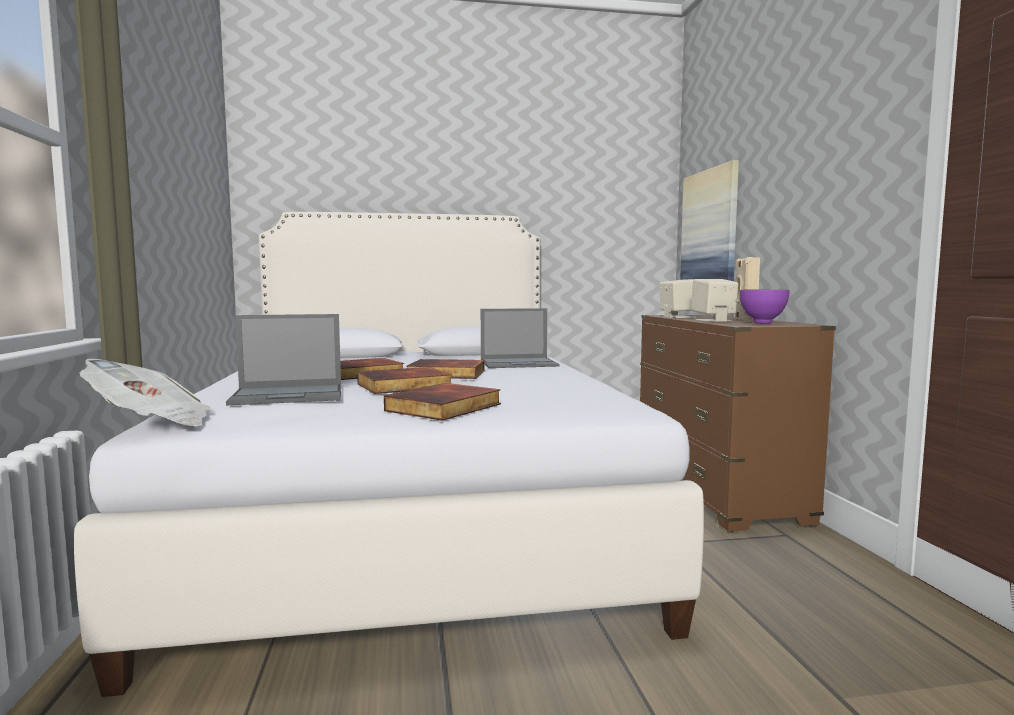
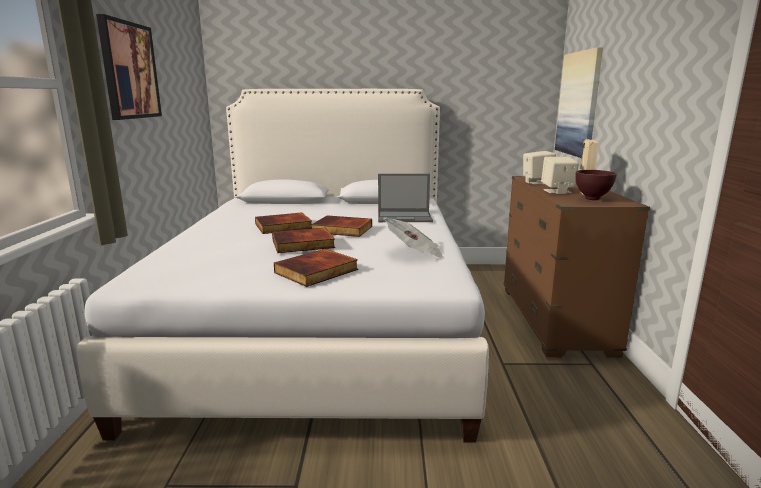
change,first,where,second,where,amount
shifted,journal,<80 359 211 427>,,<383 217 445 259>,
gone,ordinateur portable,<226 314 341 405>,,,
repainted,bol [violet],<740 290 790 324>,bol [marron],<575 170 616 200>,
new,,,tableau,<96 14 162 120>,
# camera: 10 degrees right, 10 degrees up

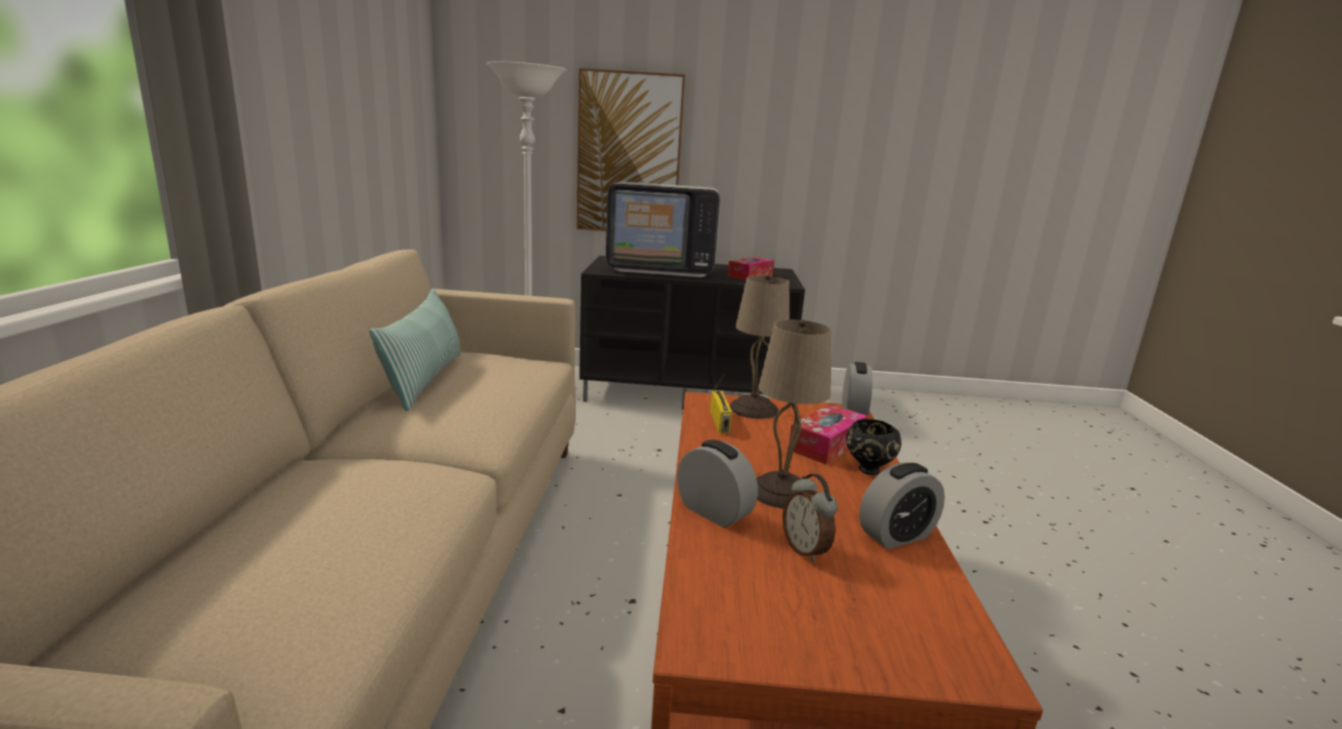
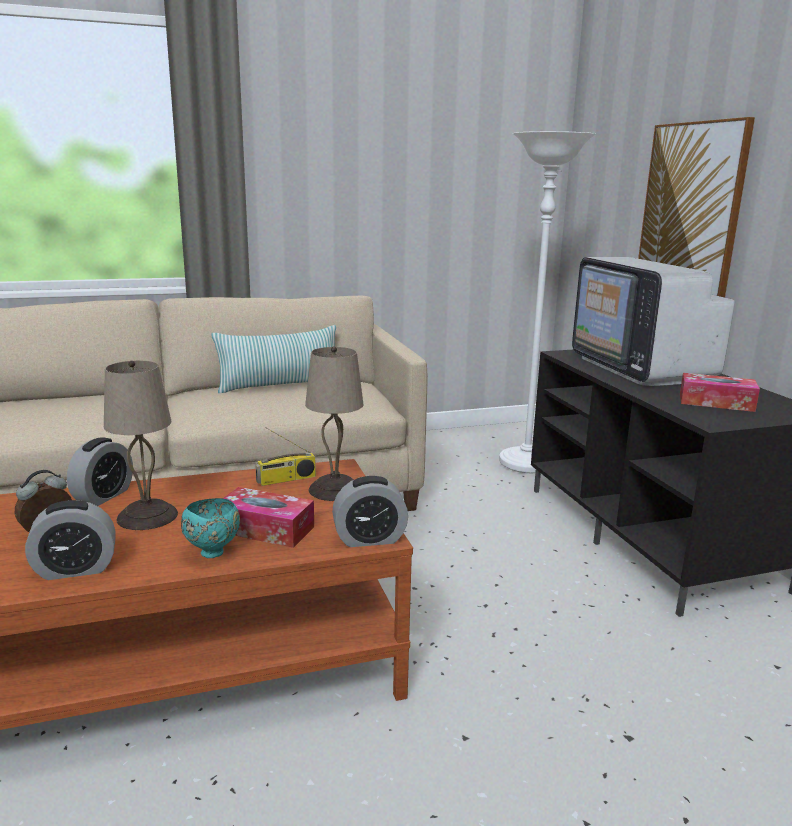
change,first,where,second,where,amount
repainted,bol [noir],<846 419 901 475>,bol [turquoise],<181 498 240 558>,
rotated,réveil,<859 463 945 549>,,<25 500 116 580>,60 degrees counterclockwise
# camera: 70 degrees right, 0 degrees up

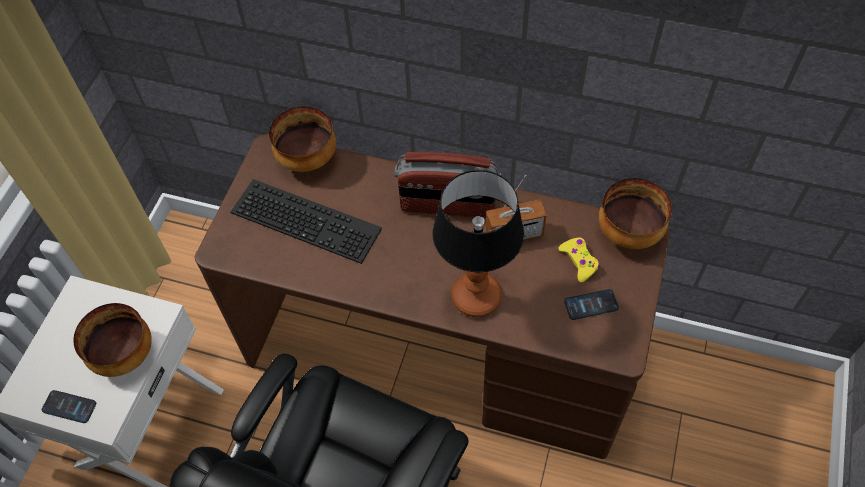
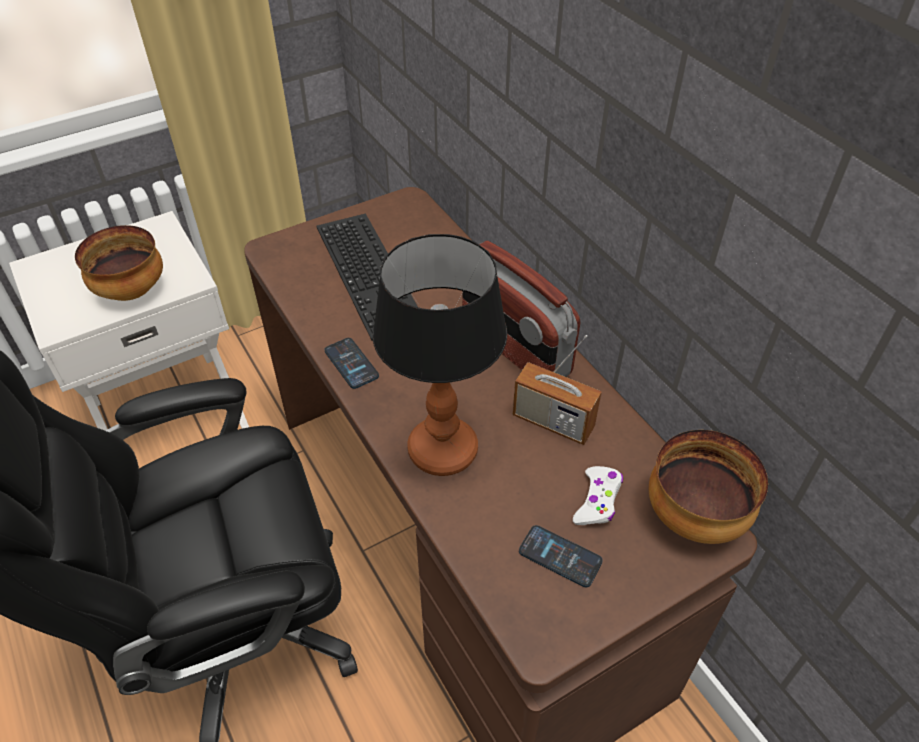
change,first,where,second,where,amount
shifted,téléphone,<42 390 96 423>,,<324 338 379 389>,
gone,bol,<269 106 336 172>,,,
repainted,manette [jaune],<558 237 600 283>,manette [blanc],<573 466 623 525>,
# camera: 40 degrees right, 10 degrees down

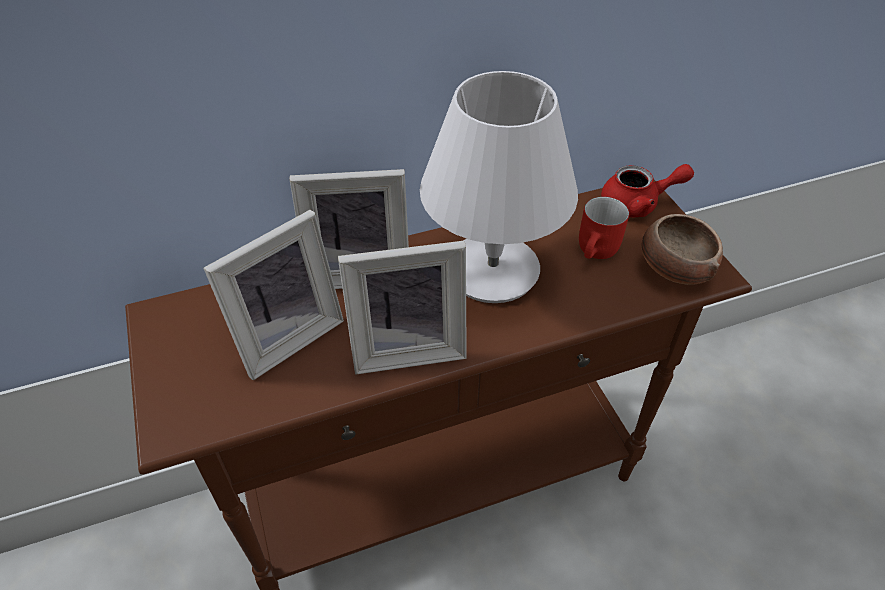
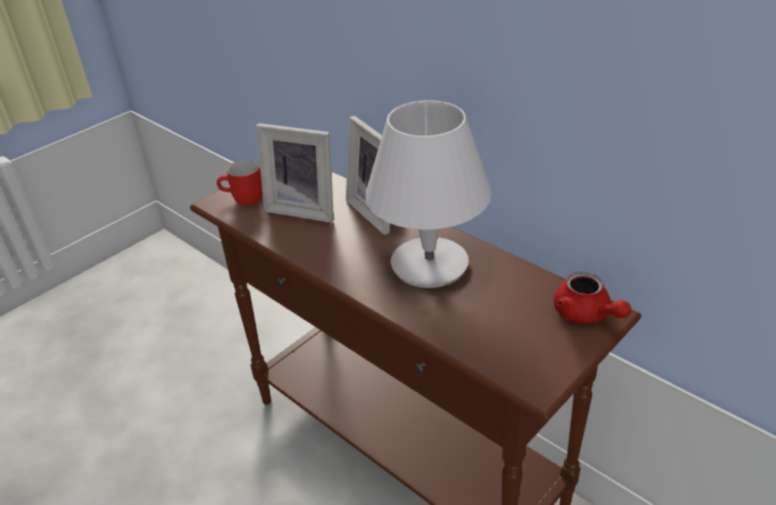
change,first,where,second,where,amount
gone,cadre photo,<338 241 467 374>,,,
shifted,mug [rouge],<579 197 629 259>,,<217 160 263 205>,
gone,bol,<641 214 723 285>,,,
# camera: 65 degrees right, 10 degrees down

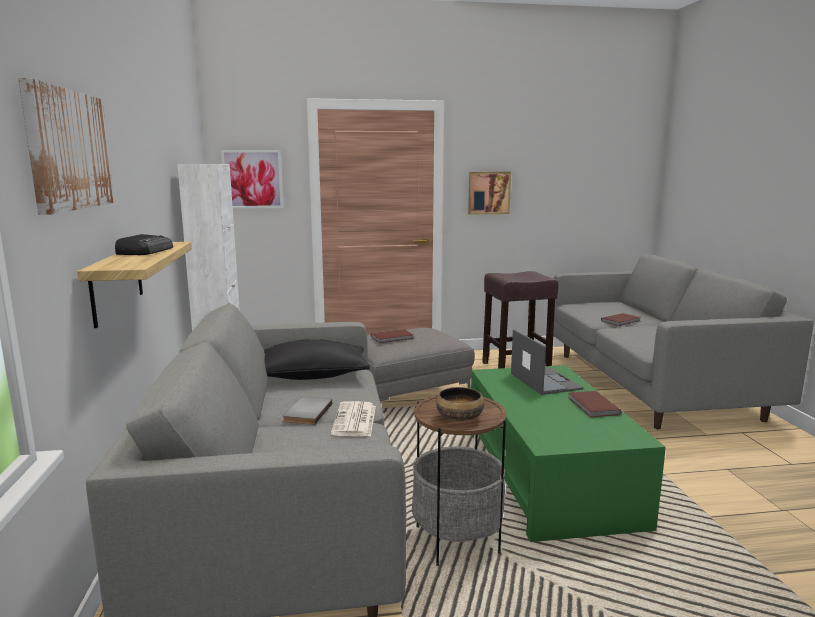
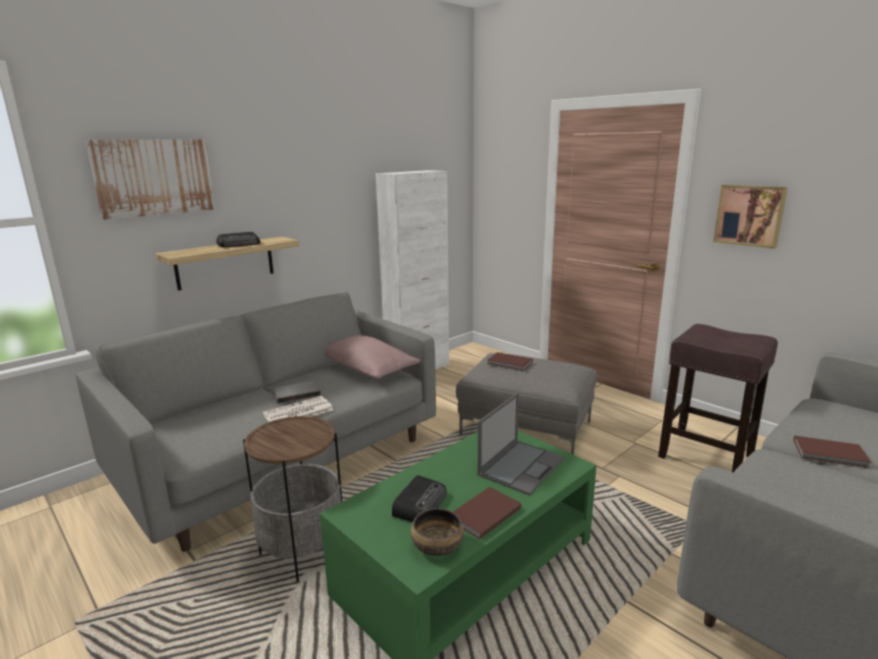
change,first,where,second,where,amount
gone,tableau,<221 150 283 209>,,,
repainted,coussin [noir],<264 339 370 380>,coussin [rose],<325 335 420 379>,
shifted,bol,<436 387 484 421>,,<411 508 464 556>,
new,,,radio,<392 475 447 522>,
# camera: 55 degrees right, 5 degrees up

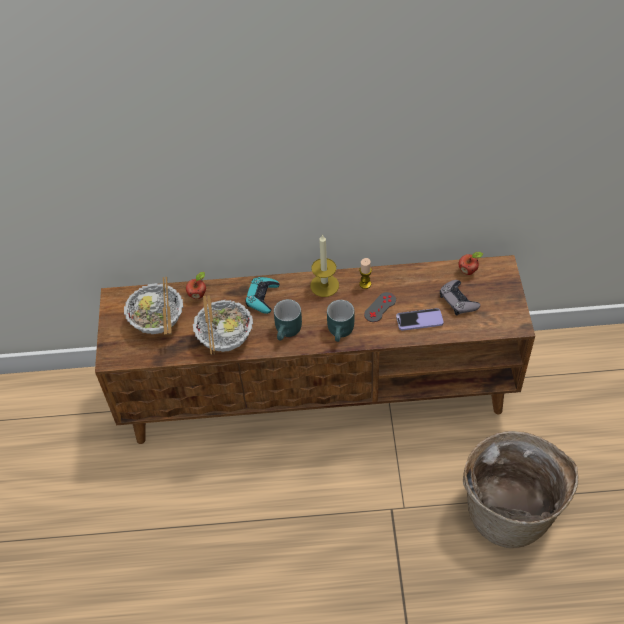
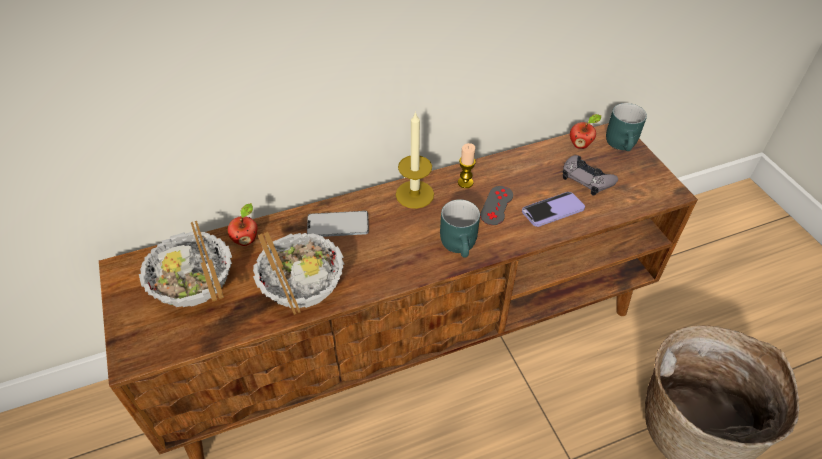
change,first,where,second,where,amount
swapped,manette [turquoise],<245 277 280 314>,téléphone,<307 211 369 237>,
shifted,mug [turquoise],<274 299 302 341>,,<606 103 647 151>,
# camera: 20 degrees left, 5 degrees down

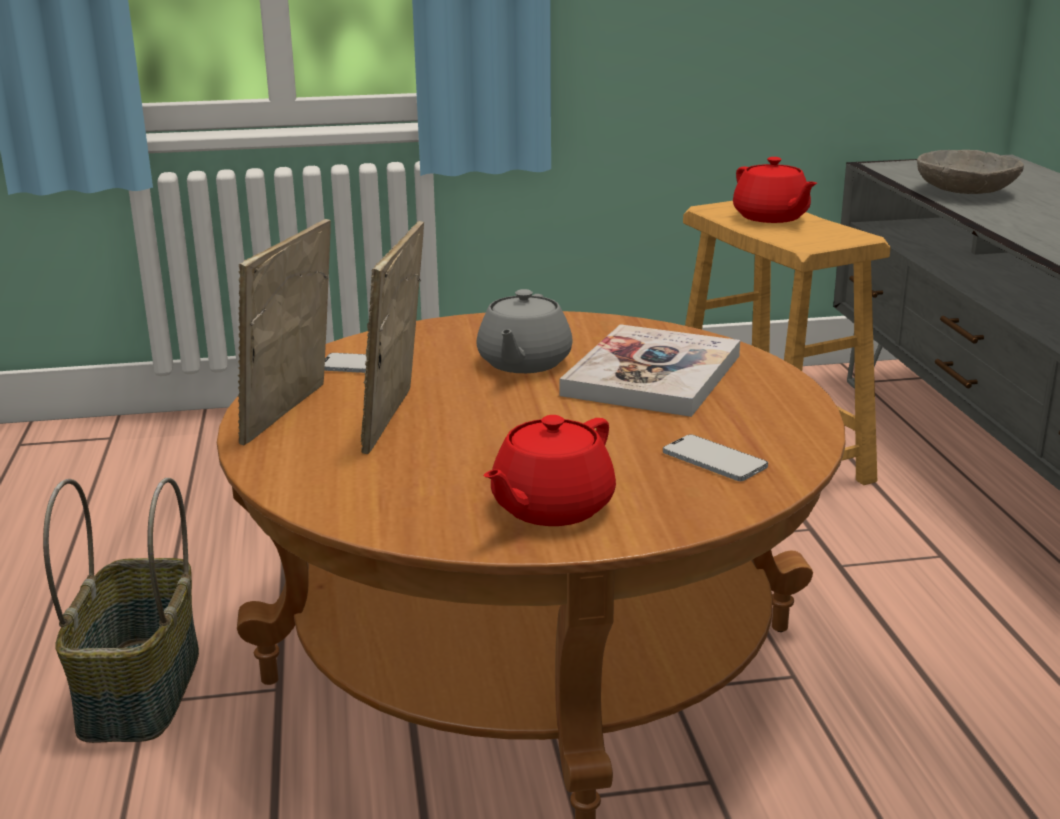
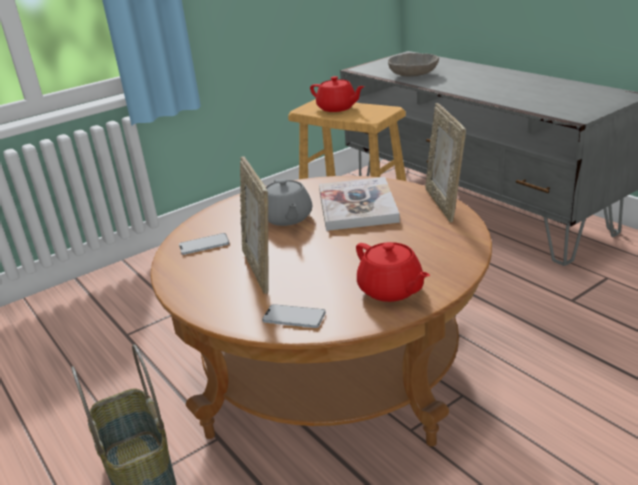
change,first,where,second,where,amount
shifted,cadre photo,<238 219 331 445>,,<425 103 466 222>,
rotated,théière [rouge],<483 415 616 526>,,<356 242 430 302>,45 degrees counterclockwise
shifted,téléphone,<663 434 768 481>,,<262 304 326 328>,
# camera: 25 degrees left, 5 degrees up

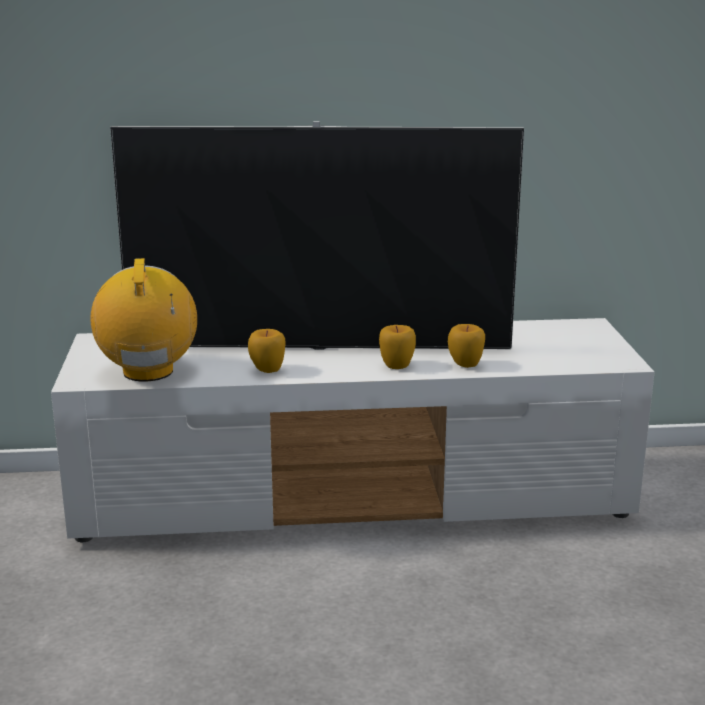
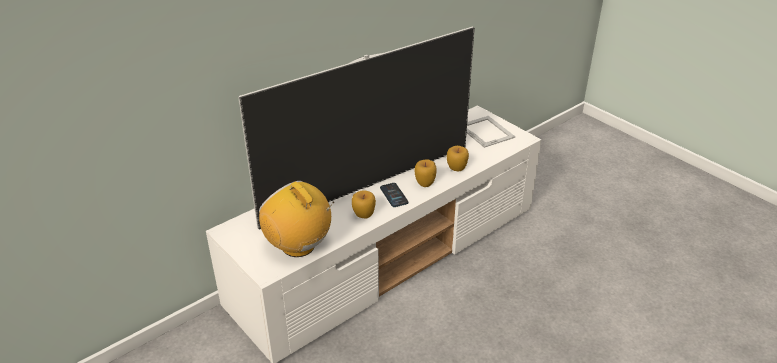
change,first,where,second,where,amount
new,,,téléphone,<380 183 408 207>,
new,,,cadre photo,<467 116 515 148>,
# camera: 35 degrees left, 15 degrees up

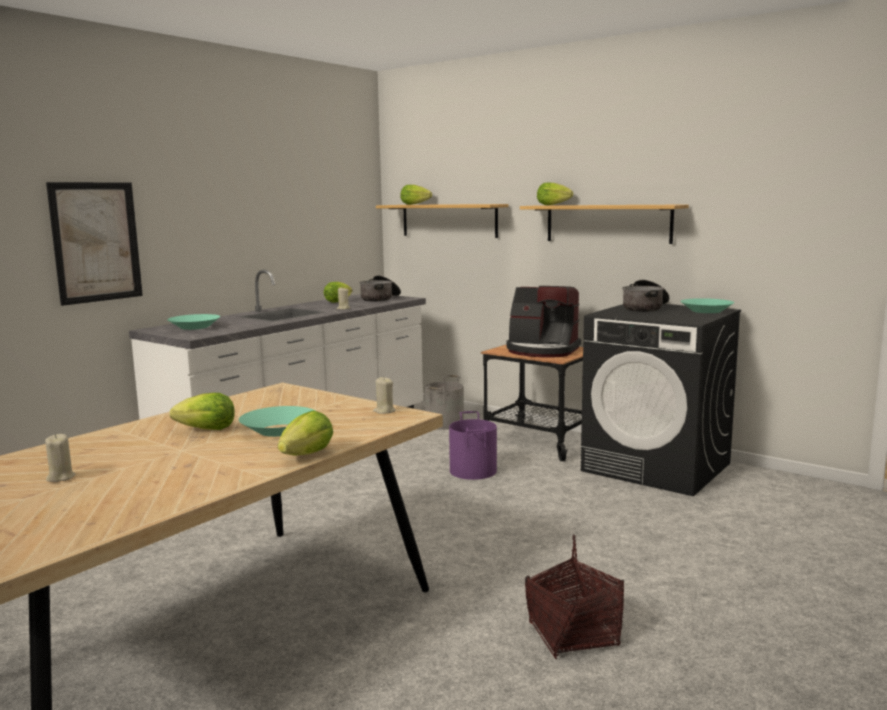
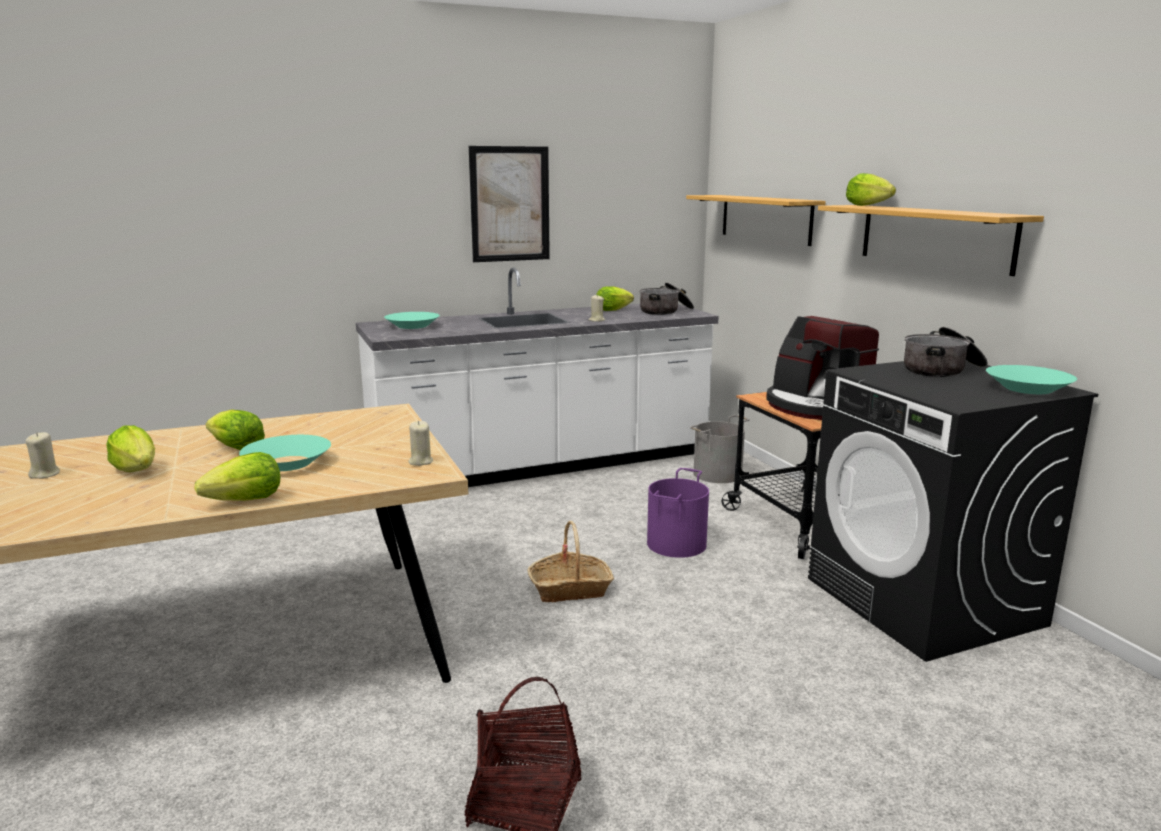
change,first,where,second,where,amount
shifted,tableau,<46 182 143 306>,,<469 146 550 262>,
shifted,laitue,<400 185 432 205>,,<106 425 155 472>,
new,,,panier,<528 521 614 602>,
# camera: 30 degrees right, 5 degrees up

